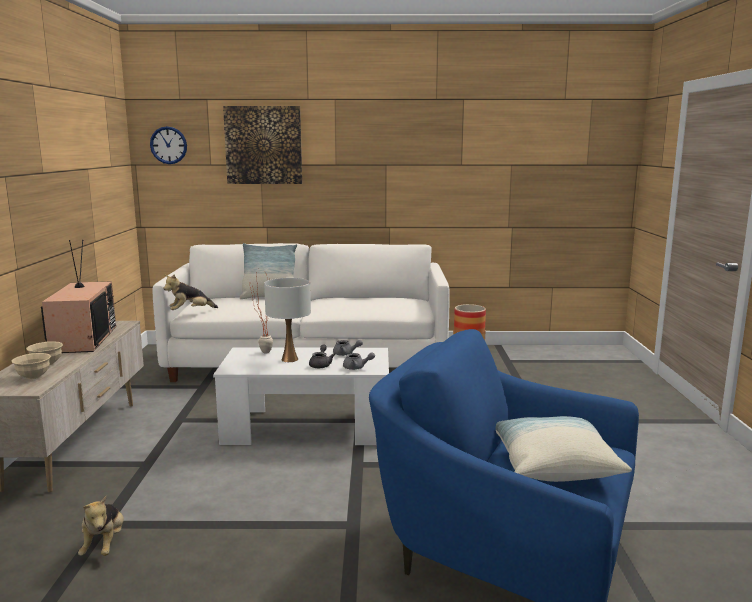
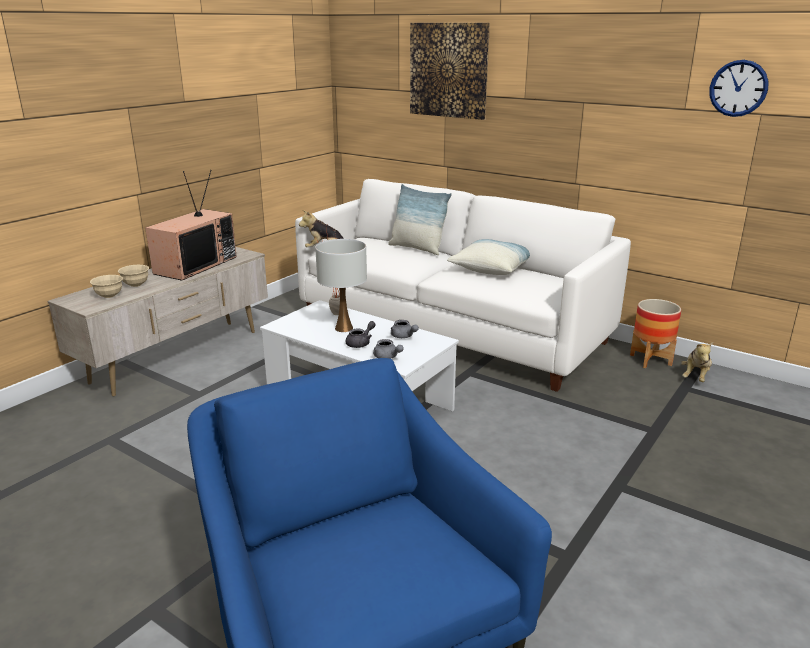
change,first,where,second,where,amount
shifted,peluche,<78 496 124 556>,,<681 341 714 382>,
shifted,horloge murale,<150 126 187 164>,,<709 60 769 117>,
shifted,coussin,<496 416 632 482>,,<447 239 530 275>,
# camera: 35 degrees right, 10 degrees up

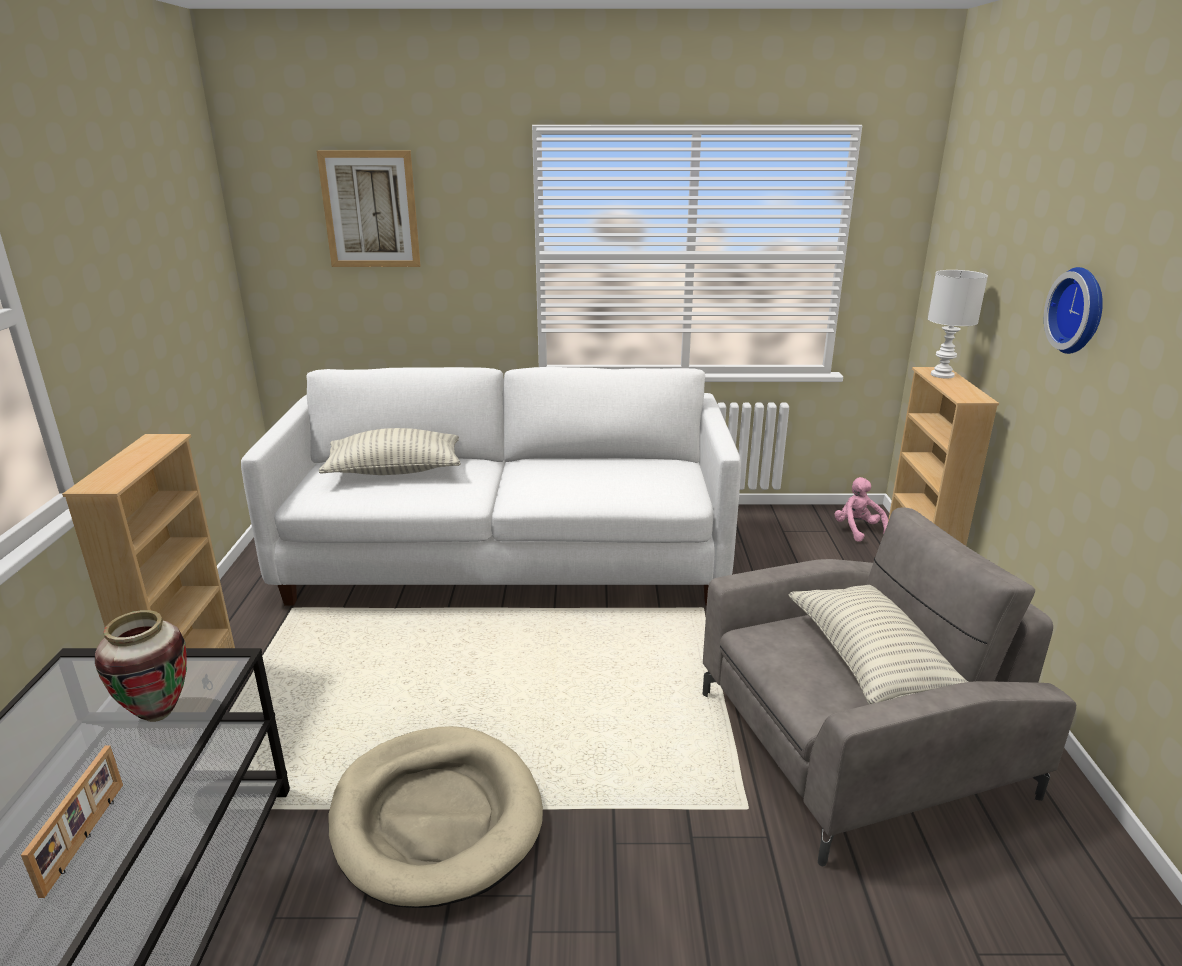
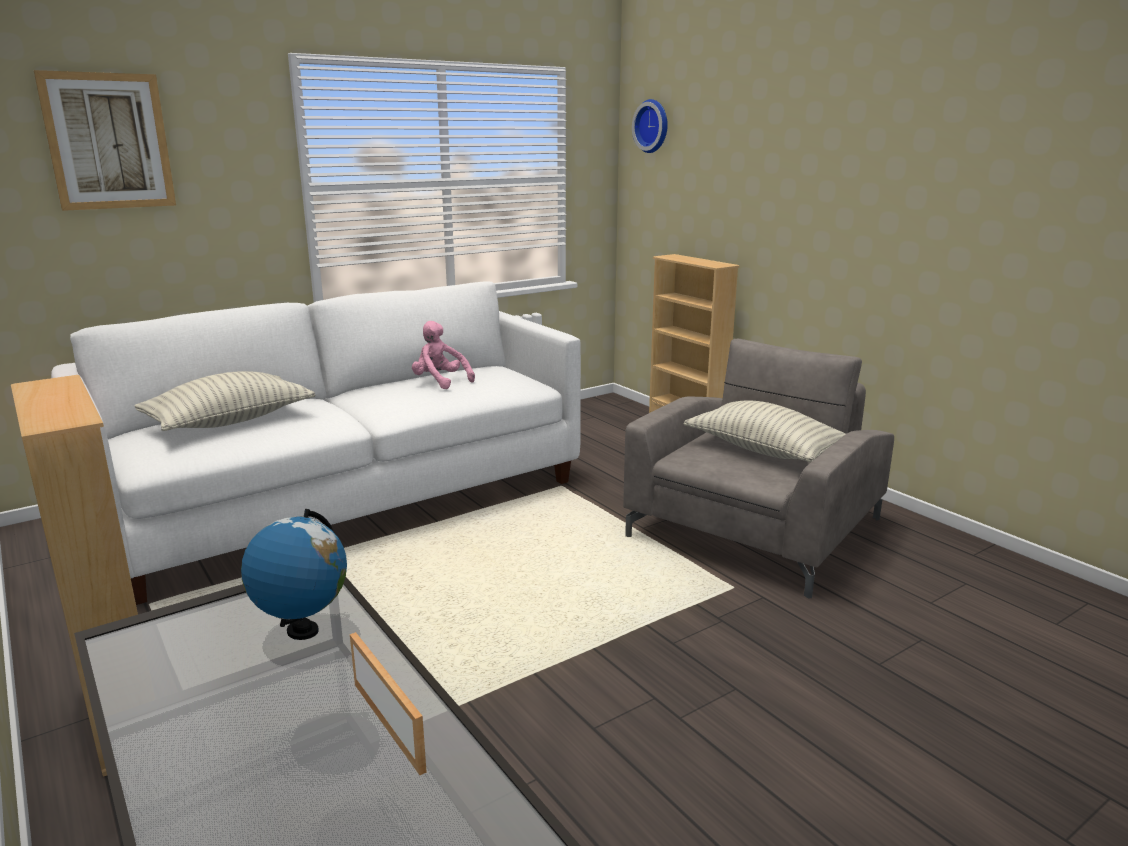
change,first,where,second,where,amount
swapped,vase,<95 610 187 722>,globe,<241 509 347 640>,
gone,panier pour chien [beige],<328 726 543 908>,,,
shifted,peluche [rose],<835 477 888 542>,,<412 321 475 389>,
gone,lampe de table [blanc],<928 270 988 379>,,,
shifted,horloge murale,<1044 267 1103 354>,,<632 99 668 153>,
# camera: 35 degrees left, 5 degrees down

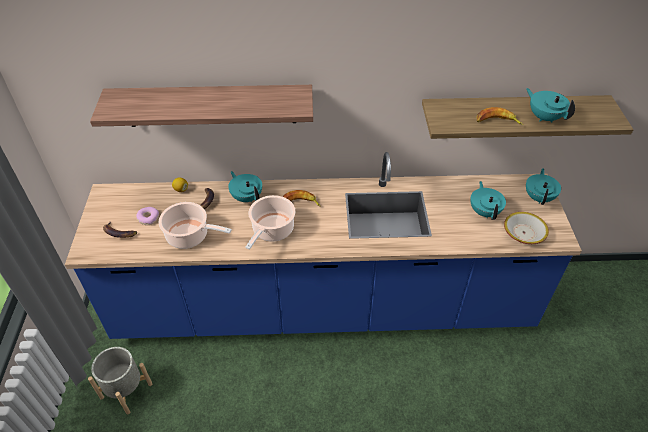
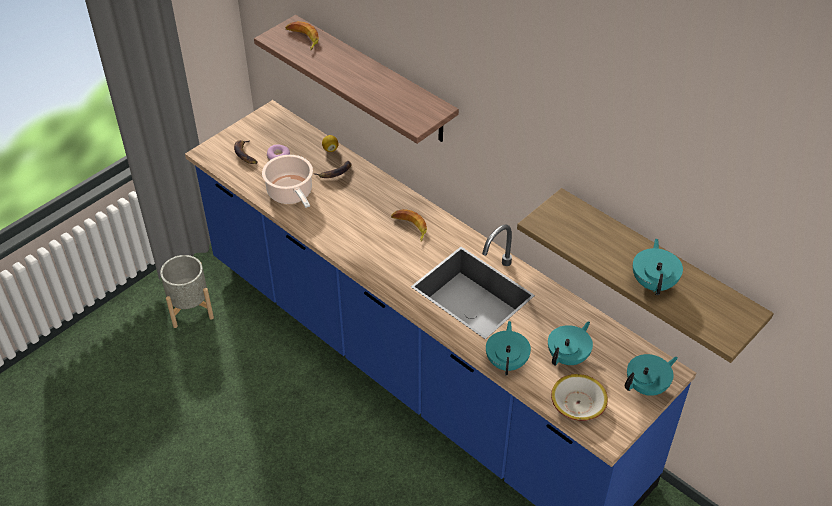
change,first,where,second,where,amount
shifted,théière [turquoise],<228 171 262 202>,,<486 321 531 376>,
gone,marmite,<246 195 295 249>,,,
shifted,banane,<477 107 523 125>,,<285 21 319 50>,
# camera: 45 degrees right, 0 degrees up

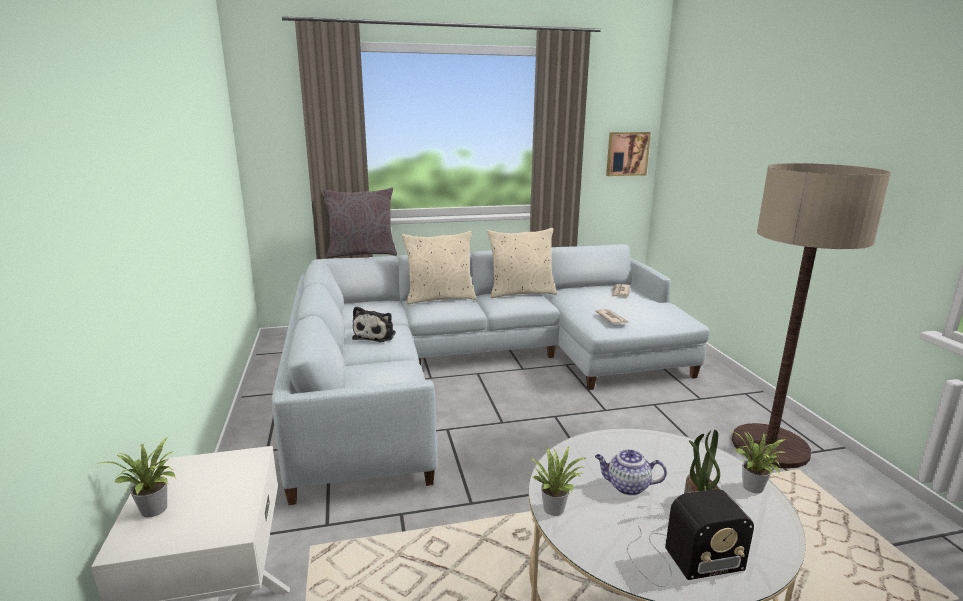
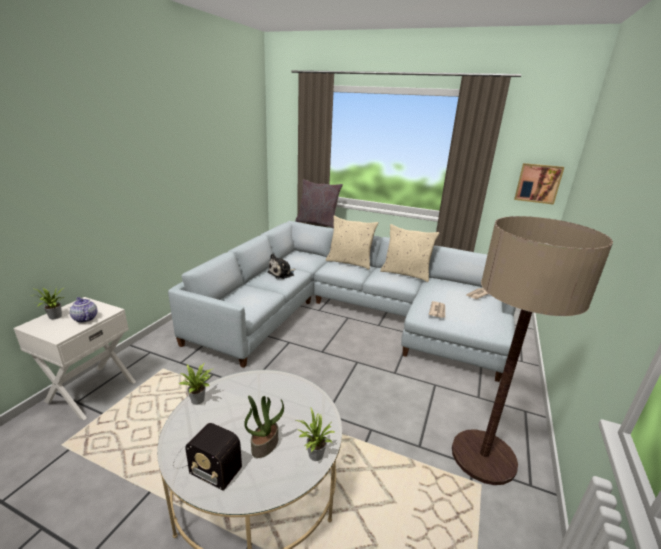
change,first,where,second,where,amount
shifted,théière,<595 449 667 496>,,<70 297 97 323>,
# camera: 35 degrees right, 5 degrees up

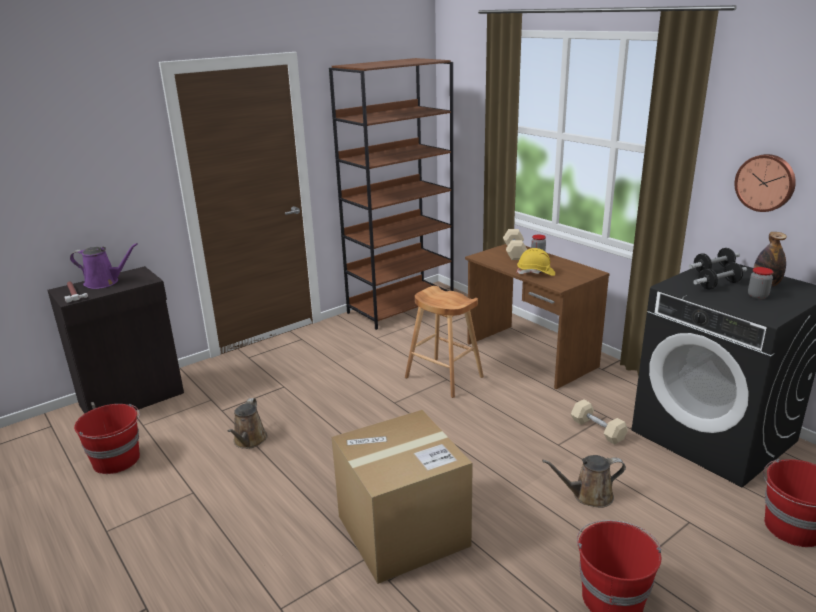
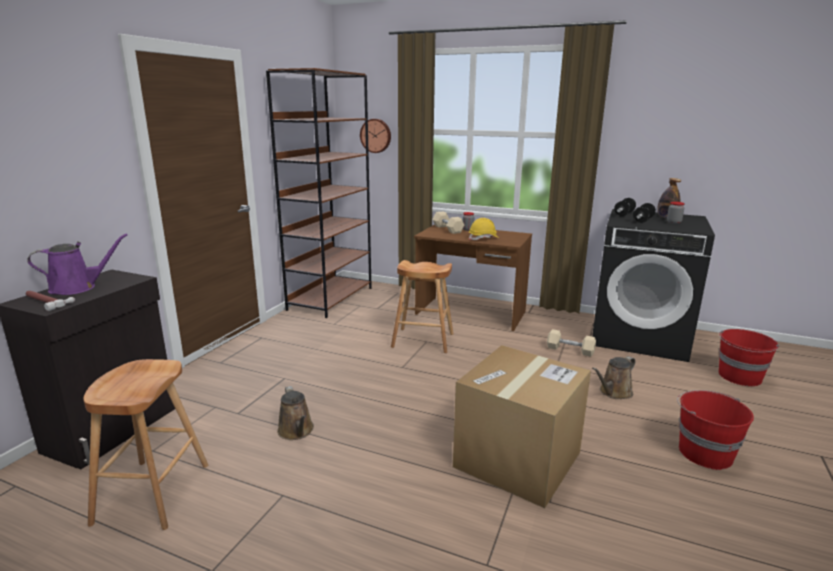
change,first,where,second,where,amount
swapped,seau [rouge],<74 404 140 474>,tabouret [marron],<83 359 208 530>,
shifted,horloge murale,<734 154 796 212>,,<360 119 391 153>,
# camera: 30 degrees left, 5 degrees down

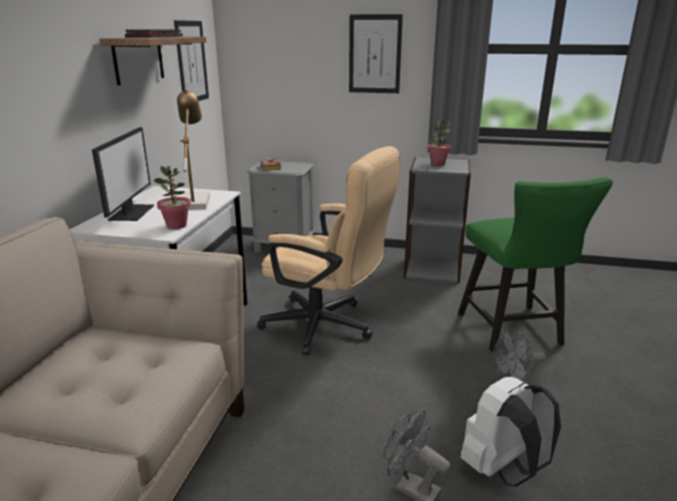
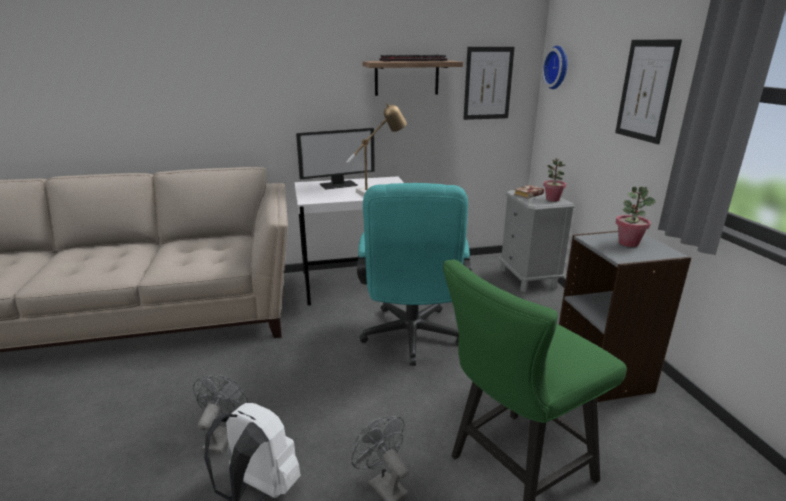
change,first,where,second,where,amount
shifted,plante en pot,<153 166 191 229>,,<543 158 566 202>,
repainted,chaise de bureau [beige],<257 146 400 355>,chaise de bureau [turquoise],<357 183 471 366>,
new,,,horloge murale,<542 46 567 89>,
# camera: 65 degrees right, 0 degrees up

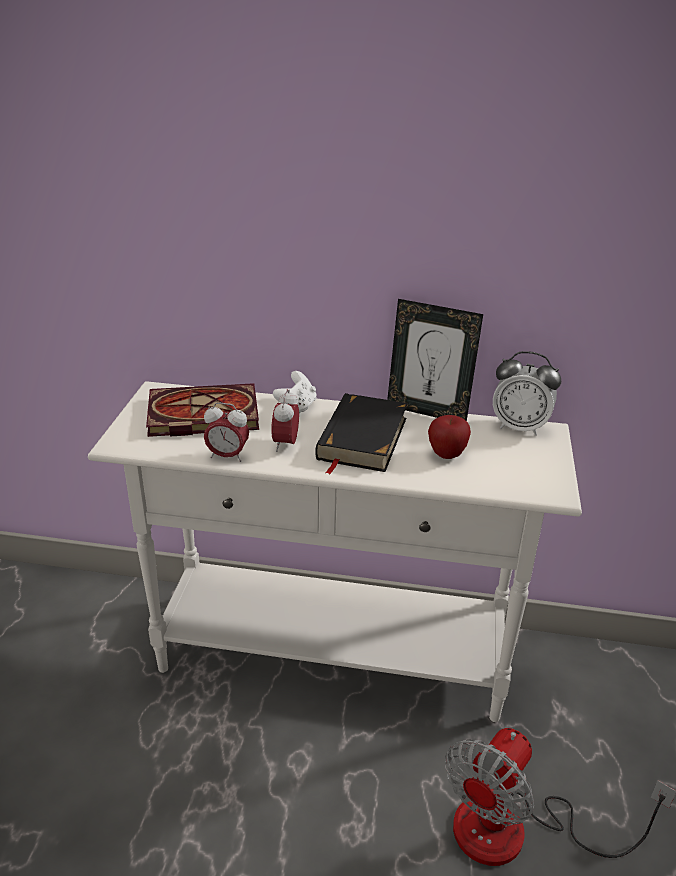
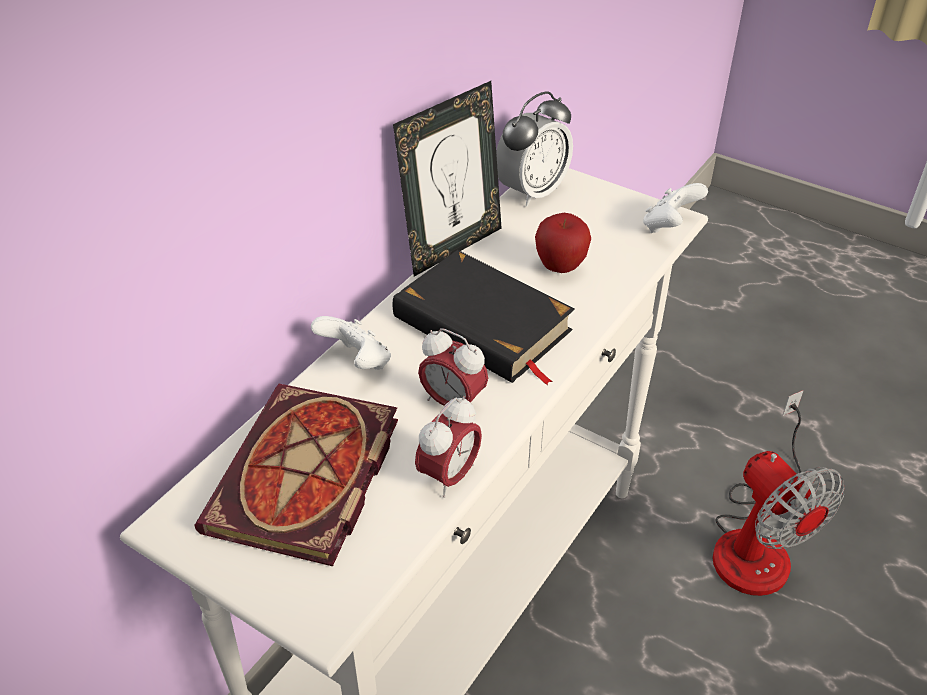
change,first,where,second,where,amount
new,,,manette [blanc],<643 183 708 233>,
# camera: 65 degrees left, 10 degrees up

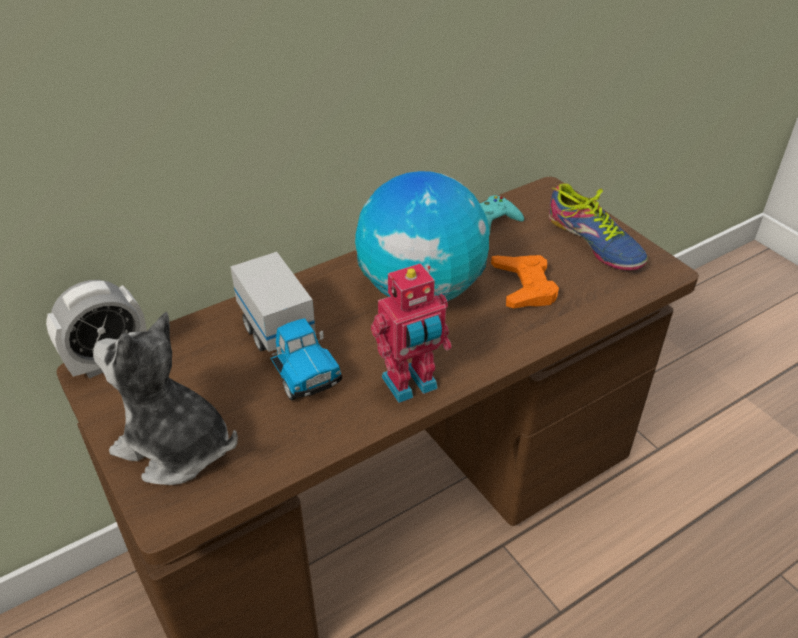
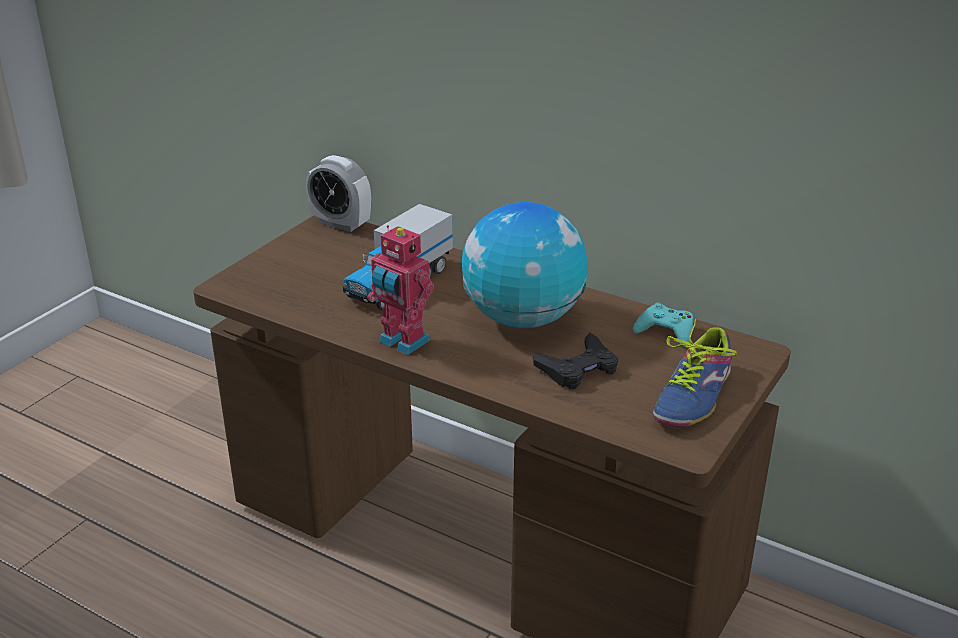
change,first,where,second,where,amount
gone,peluche,<93 312 238 485>,,,
repainted,manette [orange],<491 255 559 308>,manette [noir],<533 333 618 389>,
# camera: 65 degrees right, 10 degrees down

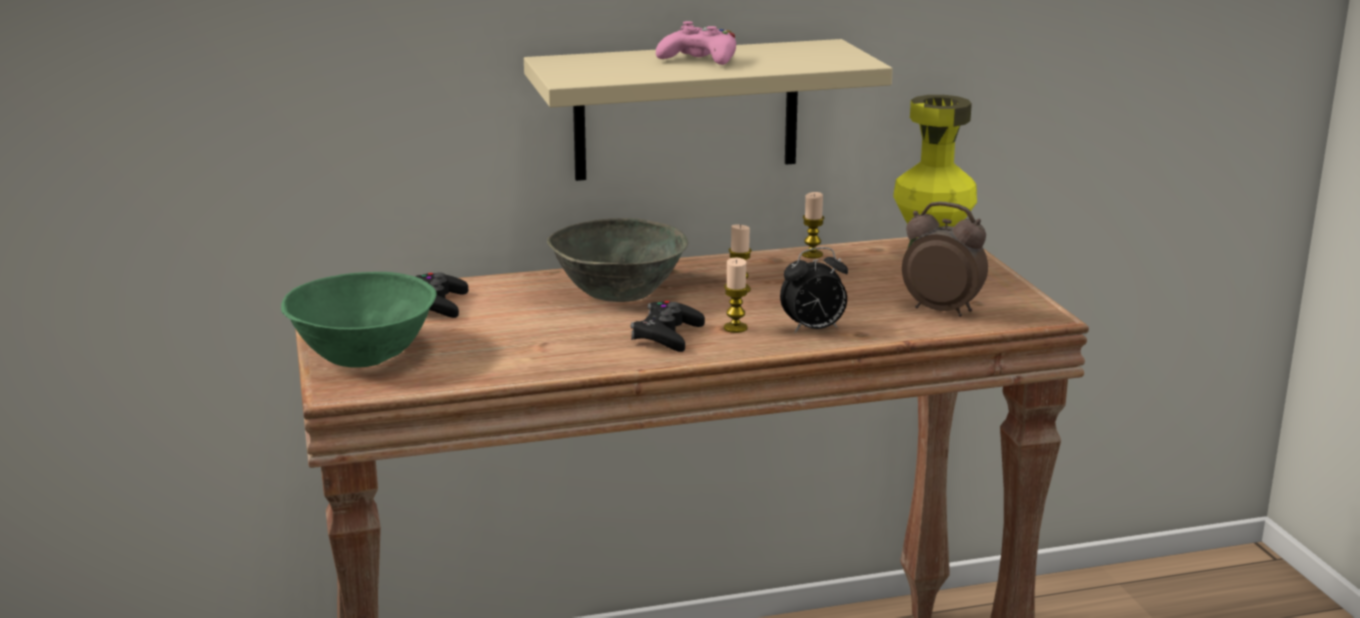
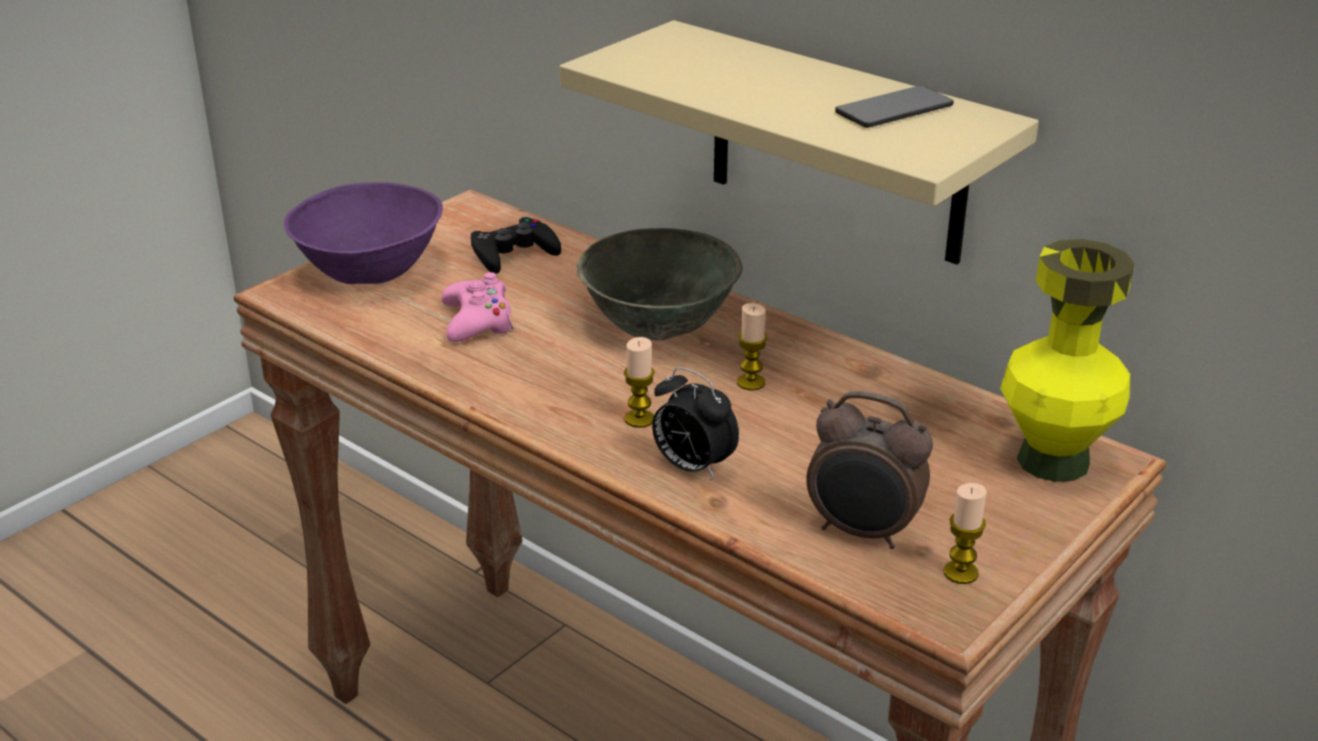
change,first,where,second,where,amount
repainted,bol [vert],<281 272 437 368>,bol [violet],<284 182 443 284>,
gone,manette [noir],<631 301 705 352>,,,
shifted,manette [rose],<656 21 736 65>,,<441 272 514 342>,
shifted,bougie,<802 192 825 259>,,<943 483 987 584>,
rotated,réveil,<902 202 988 317>,,<806 391 933 549>,120 degrees clockwise
new,,,téléphone,<835 86 954 128>,
# camera: 55 degrees right, 10 degrees up

